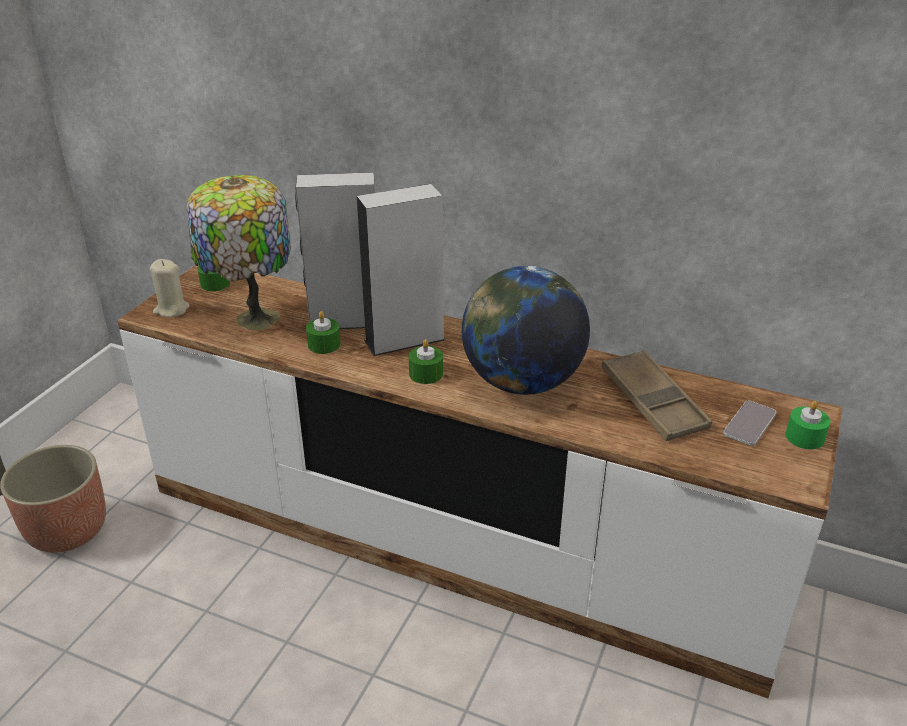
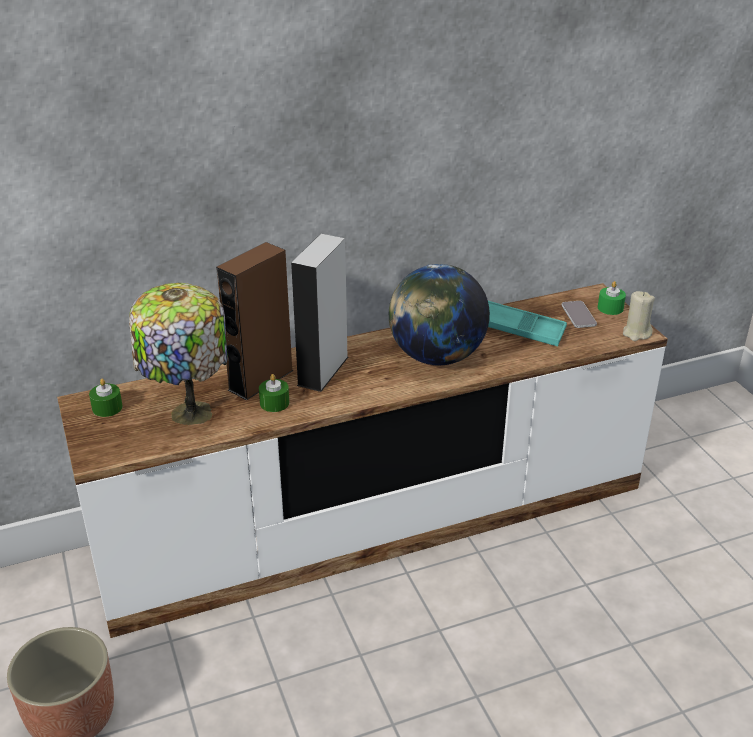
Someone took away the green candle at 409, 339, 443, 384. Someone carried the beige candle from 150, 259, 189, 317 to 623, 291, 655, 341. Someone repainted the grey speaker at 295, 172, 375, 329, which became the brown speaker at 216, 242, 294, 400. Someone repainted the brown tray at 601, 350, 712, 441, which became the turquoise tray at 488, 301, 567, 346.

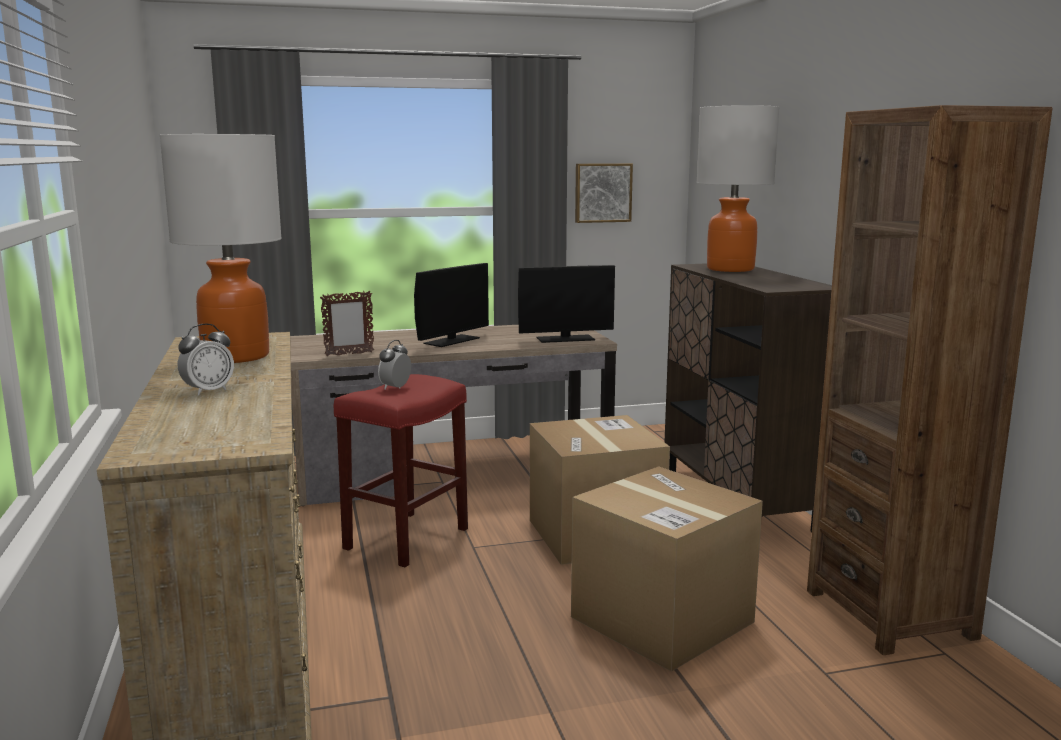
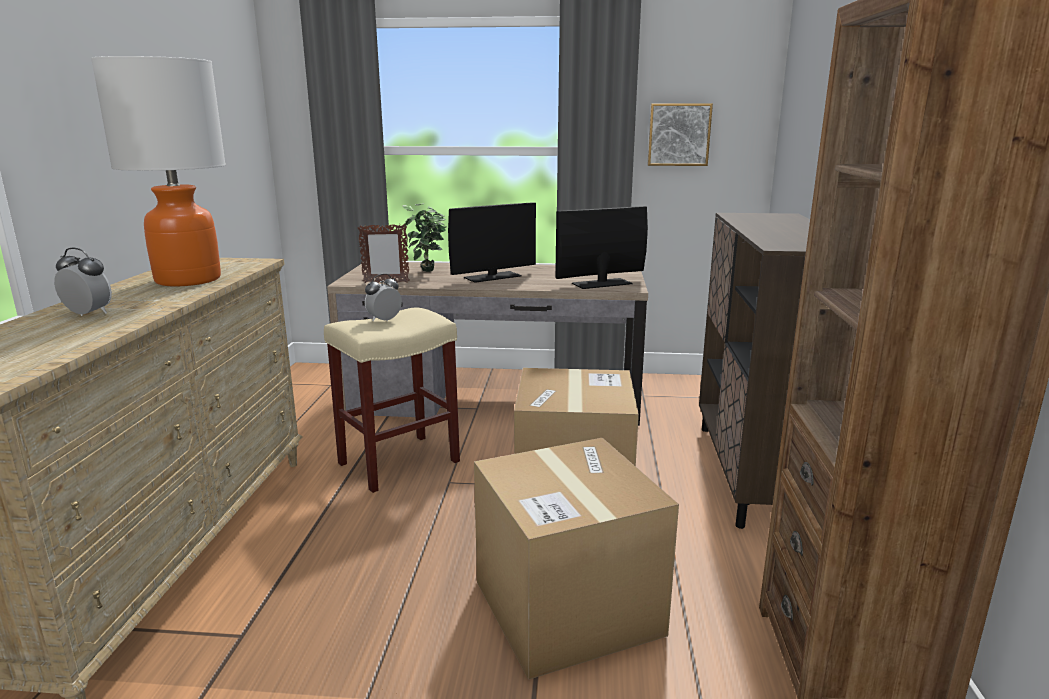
Someone took away the table lamp at 696, 105, 779, 272. Someone put down the potted plant at 403, 203, 446, 272. Someone repainted the red stool at 334, 374, 468, 567, which became the beige stool at 324, 307, 460, 493. Someone rotated the alarm clock at 178, 324, 234, 396 by 135 degrees counterclockwise. Someone rotated the monitor at 518, 265, 615, 343 by 150 degrees clockwise.

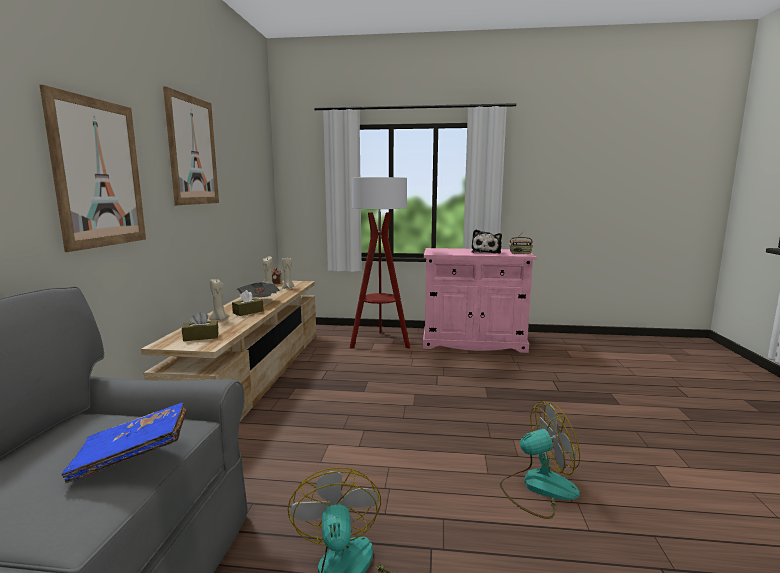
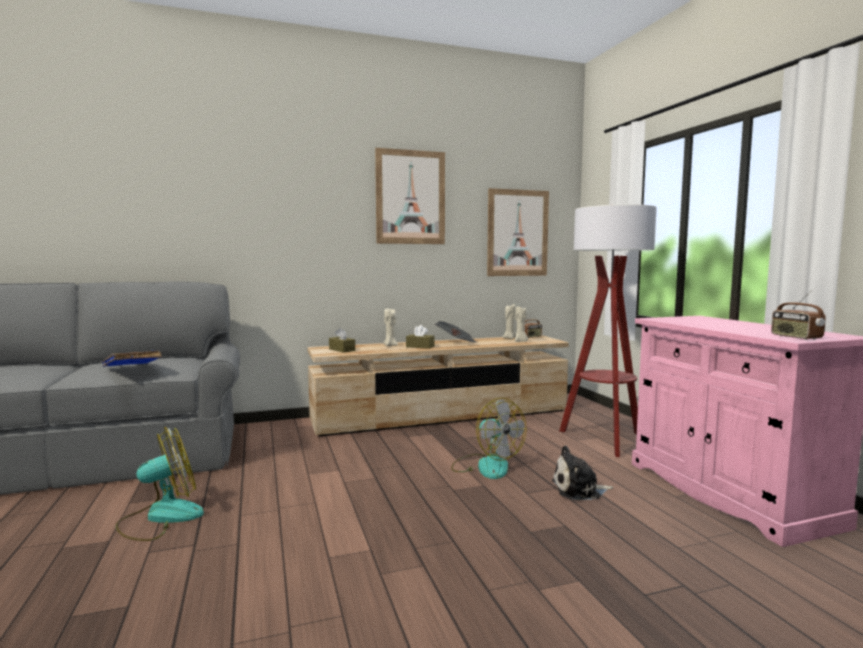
Someone carried the picture from 40, 85, 146, 252 to 487, 188, 549, 276. Someone carried the plush toy from 472, 229, 502, 253 to 552, 445, 613, 500. Someone carried the fan from 500, 401, 580, 519 to 451, 398, 526, 479.

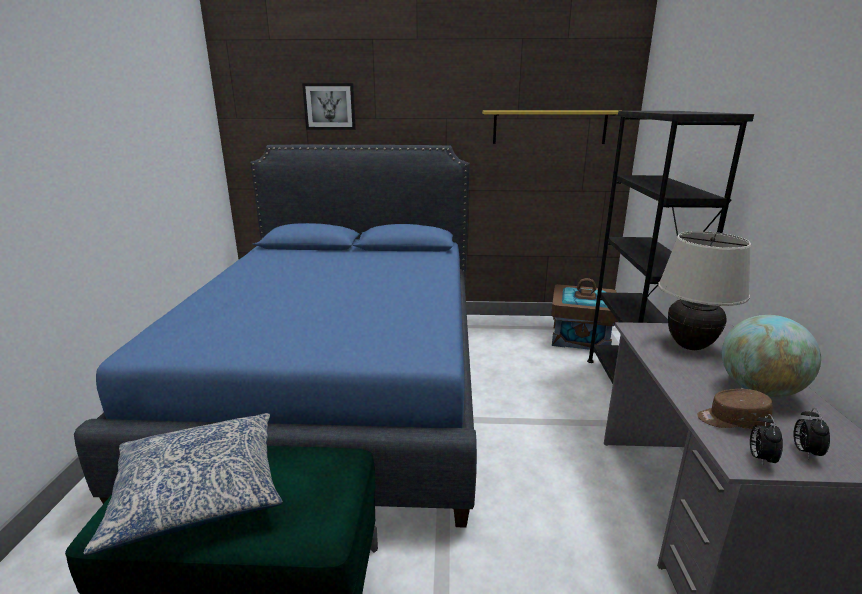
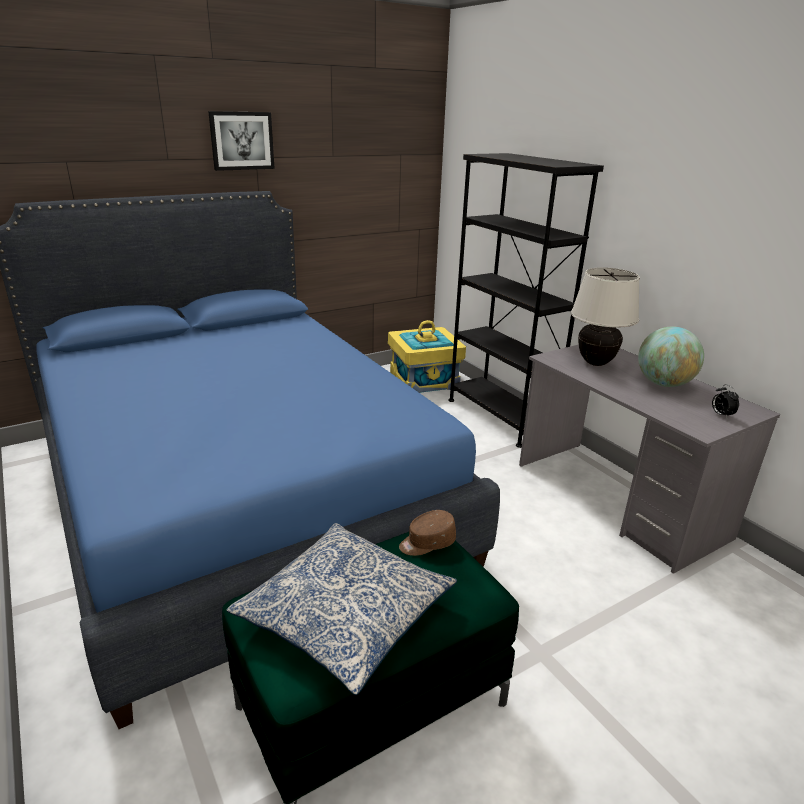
Someone took away the yellow shelf at 482, 110, 618, 144. Someone took away the alarm clock at 750, 414, 783, 467. Someone carried the picture from 302, 83, 356, 130 to 208, 111, 275, 171. Someone carried the brown cap from 697, 389, 773, 429 to 399, 510, 456, 556. Someone repainted the brown storage box at 551, 278, 618, 350, which became the yellow storage box at 388, 320, 466, 393.

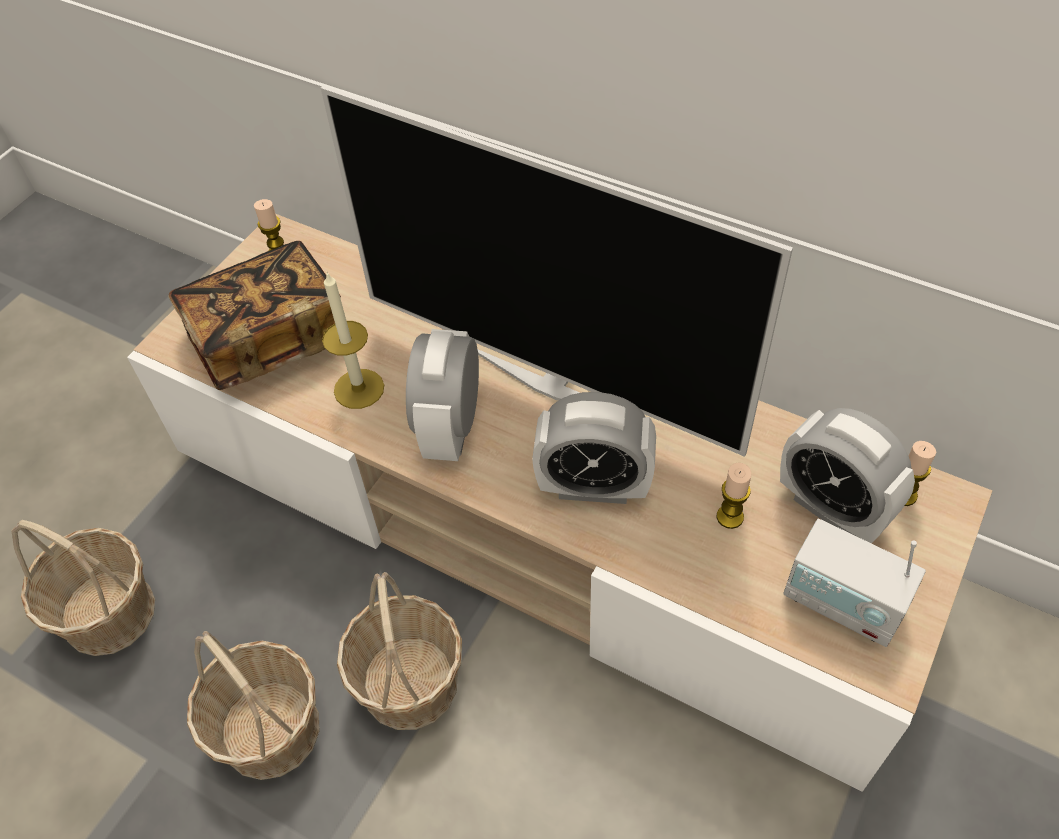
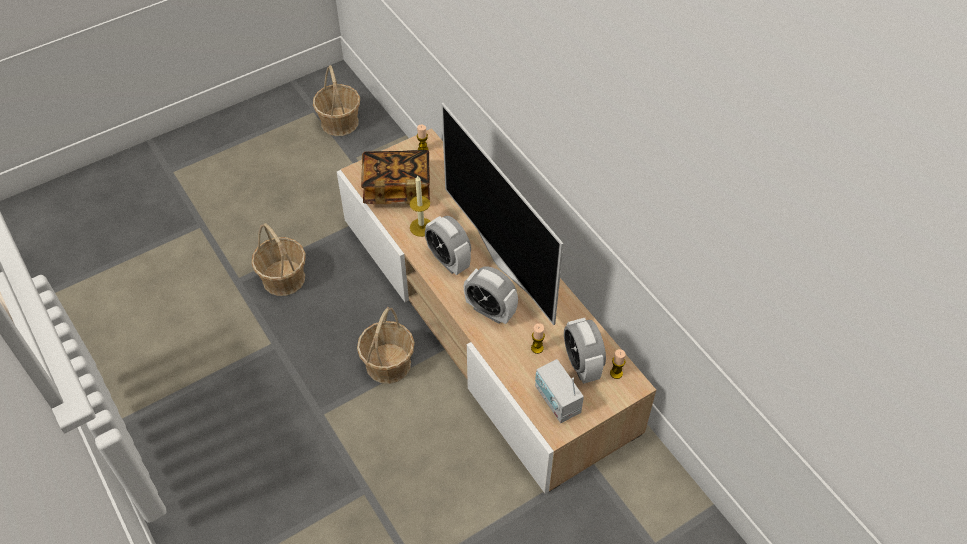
Someone carried the basket from 187, 631, 319, 780 to 313, 65, 360, 136. Someone rotated the alarm clock at 406, 329, 479, 461 by 75 degrees counterclockwise.

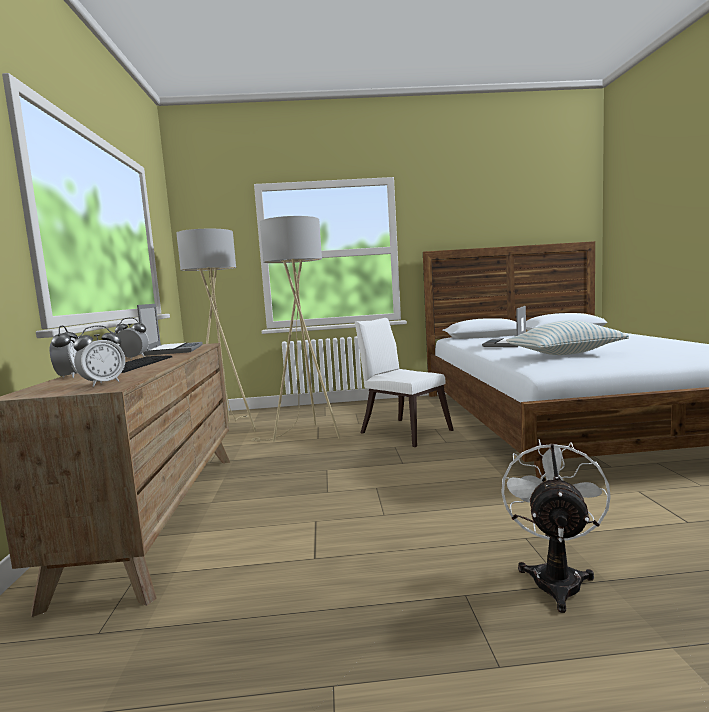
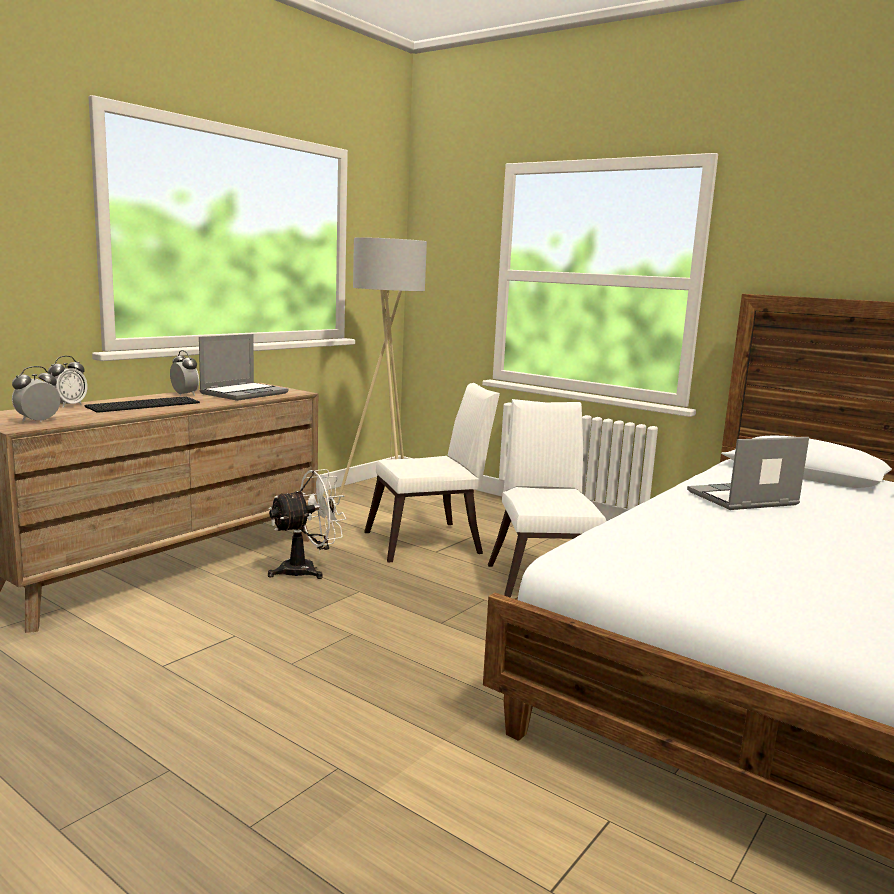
Someone took away the pillow at 506, 320, 629, 355. Someone carried the white fan from 502, 439, 611, 613 to 268, 469, 346, 579. Someone swapped the beige floor lamp at 251, 216, 341, 442 for the white chair at 364, 383, 500, 563. Someone rotated the alarm clock at 73, 326, 125, 387 by 135 degrees clockwise.

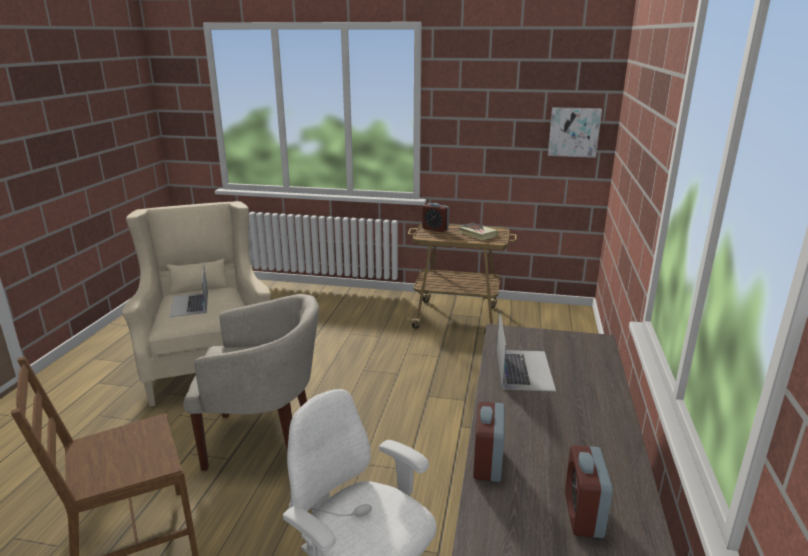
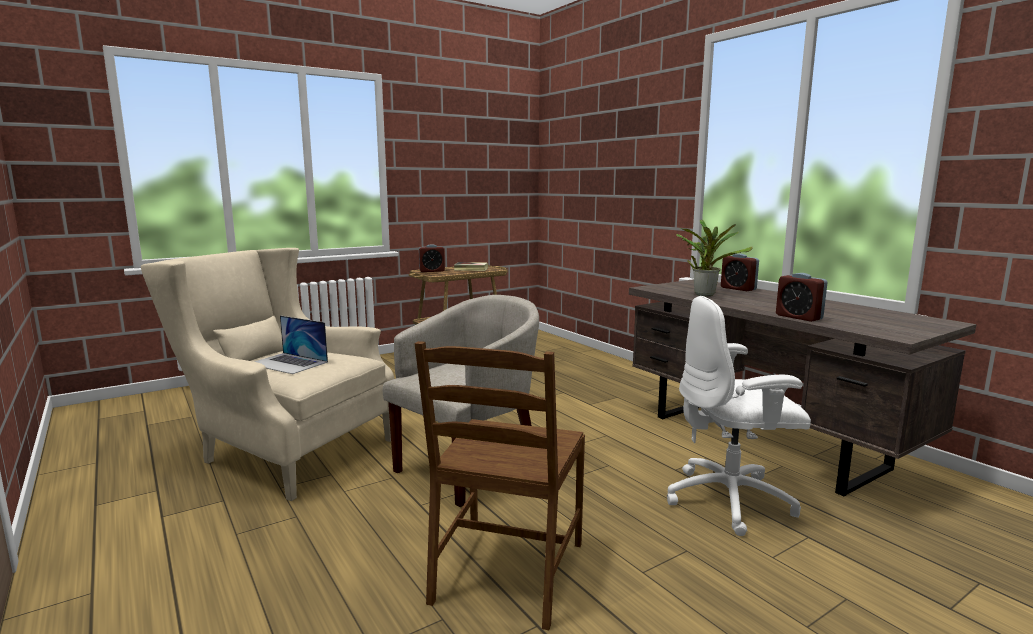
Someone took away the picture at 548, 107, 602, 158. Someone carried the alarm clock from 565, 445, 613, 538 to 721, 254, 759, 291. Someone swapped the laptop at 497, 311, 556, 391 for the potted plant at 676, 220, 753, 296.

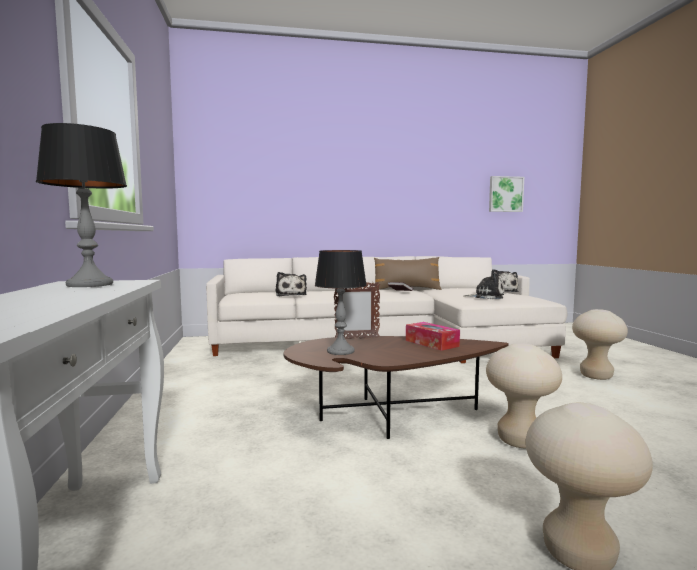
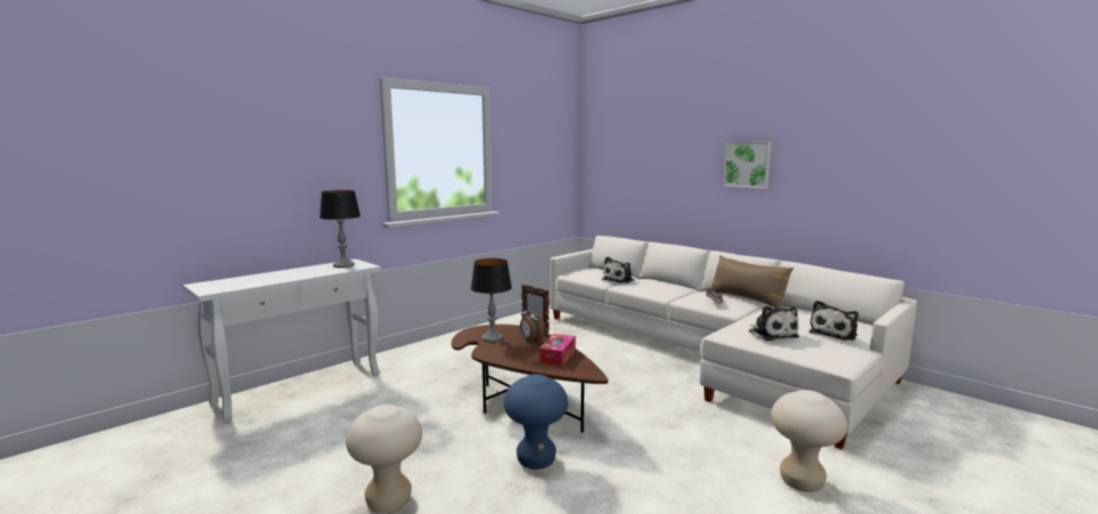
Someone put down the alarm clock at 520, 305, 545, 343. Someone carried the picture from 489, 176, 524, 212 to 723, 142, 772, 189. Someone repainted the beige stool at 486, 343, 562, 449, which became the blue stool at 504, 374, 568, 469.

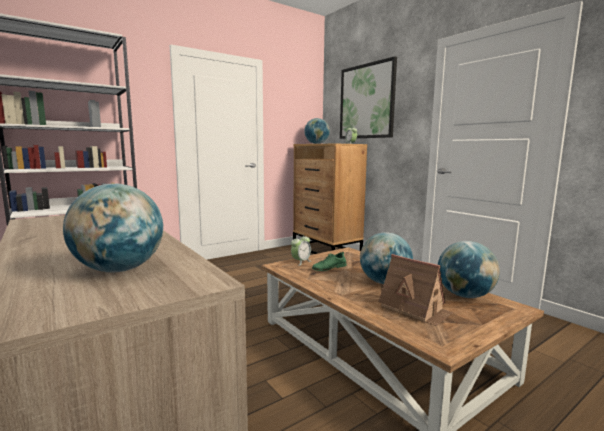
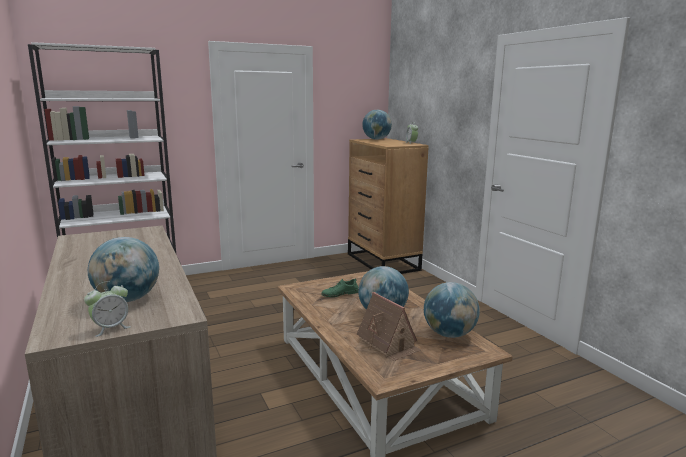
Someone took away the picture at 340, 56, 397, 139. Someone carried the alarm clock from 291, 234, 311, 266 to 84, 281, 131, 337.

